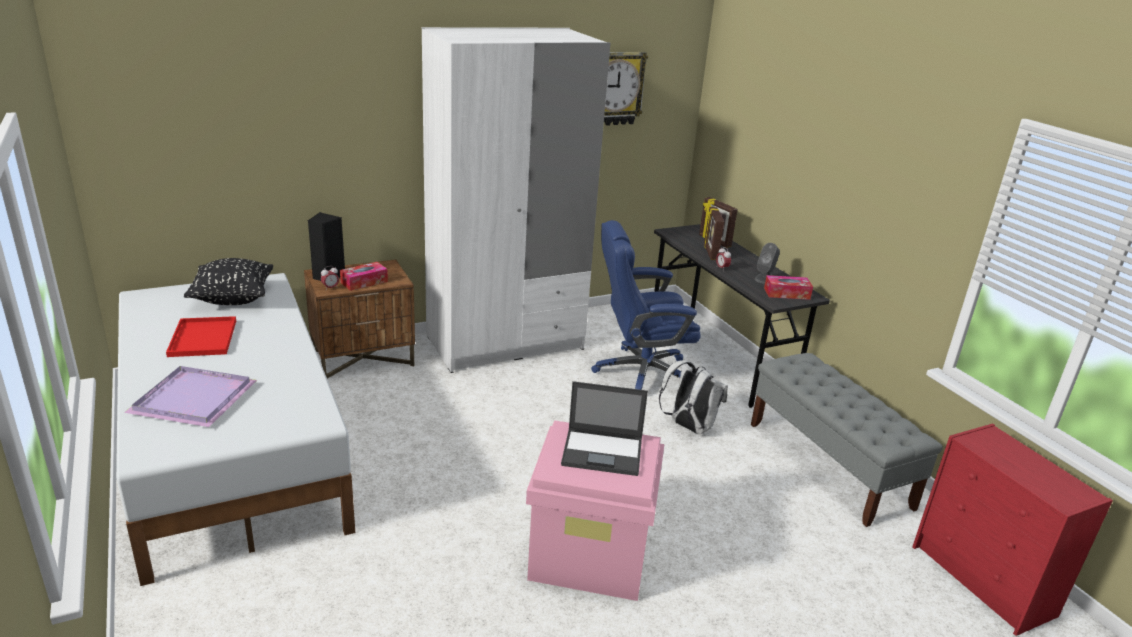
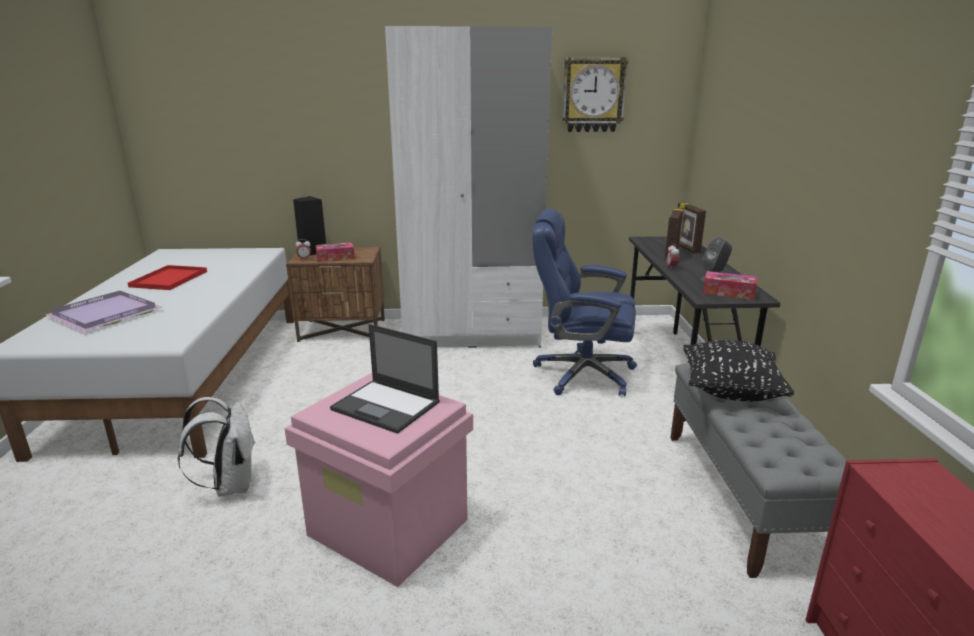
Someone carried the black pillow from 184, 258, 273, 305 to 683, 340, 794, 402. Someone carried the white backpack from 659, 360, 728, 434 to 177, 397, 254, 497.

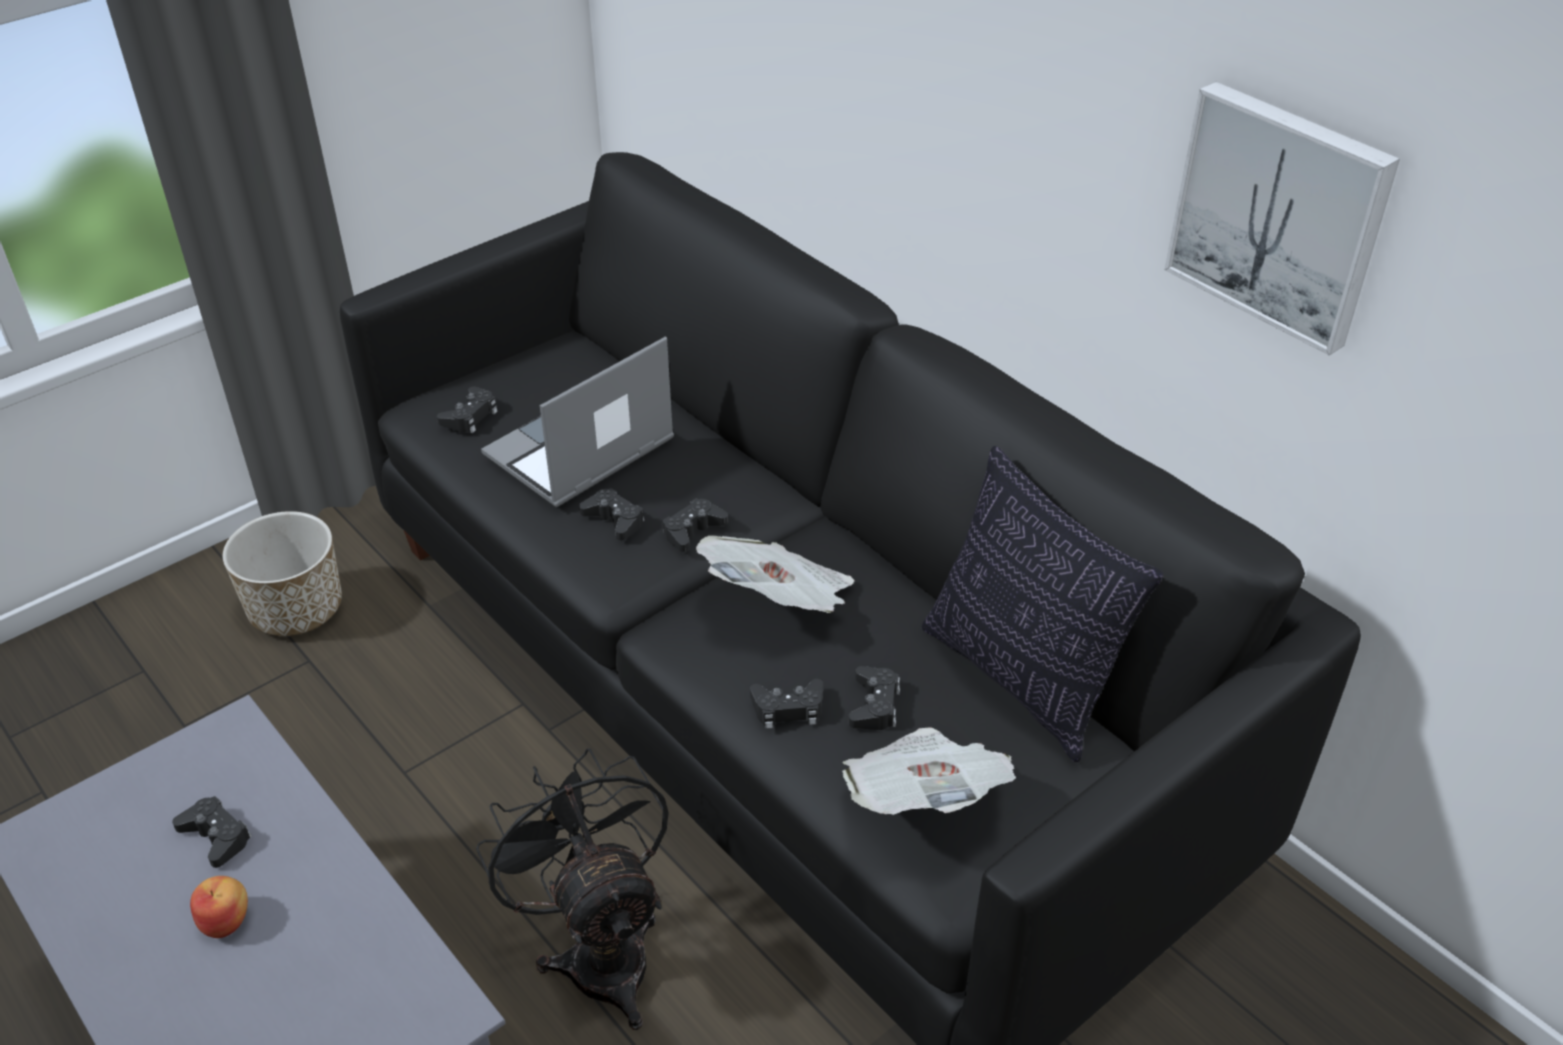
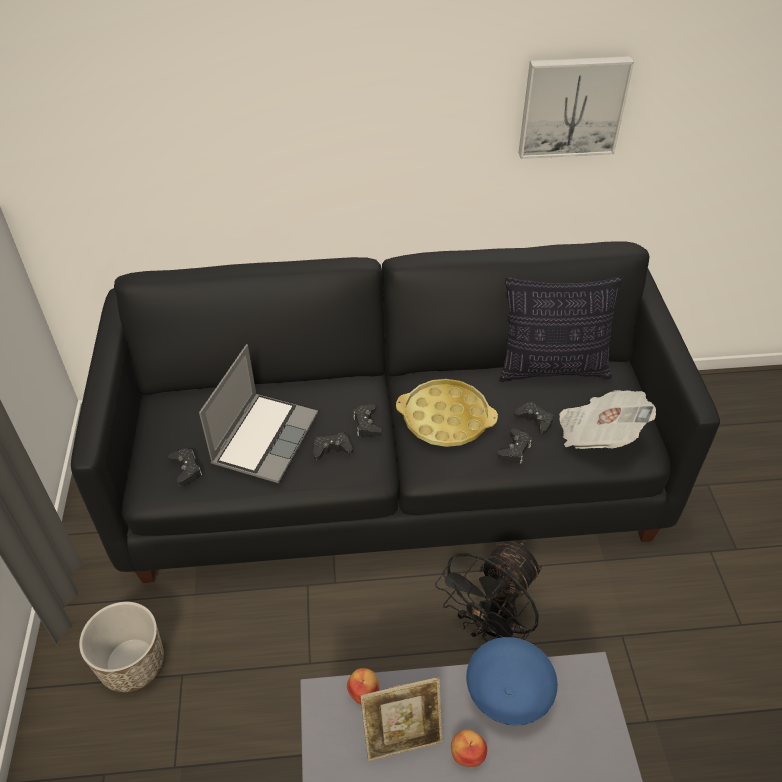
Someone put down the apple at 347, 668, 379, 705. Someone put down the blue bowl at 466, 637, 558, 725. Someone swapped the black game controller at 172, 796, 252, 868 for the picture frame at 360, 677, 443, 761. Someone swapped the newspaper at 696, 536, 855, 613 for the yellow tray at 396, 379, 498, 447. Someone rotated the black fan at 476, 748, 668, 1030 by 60 degrees counterclockwise. Someone rotated the laptop at 481, 337, 674, 507 by 150 degrees counterclockwise.

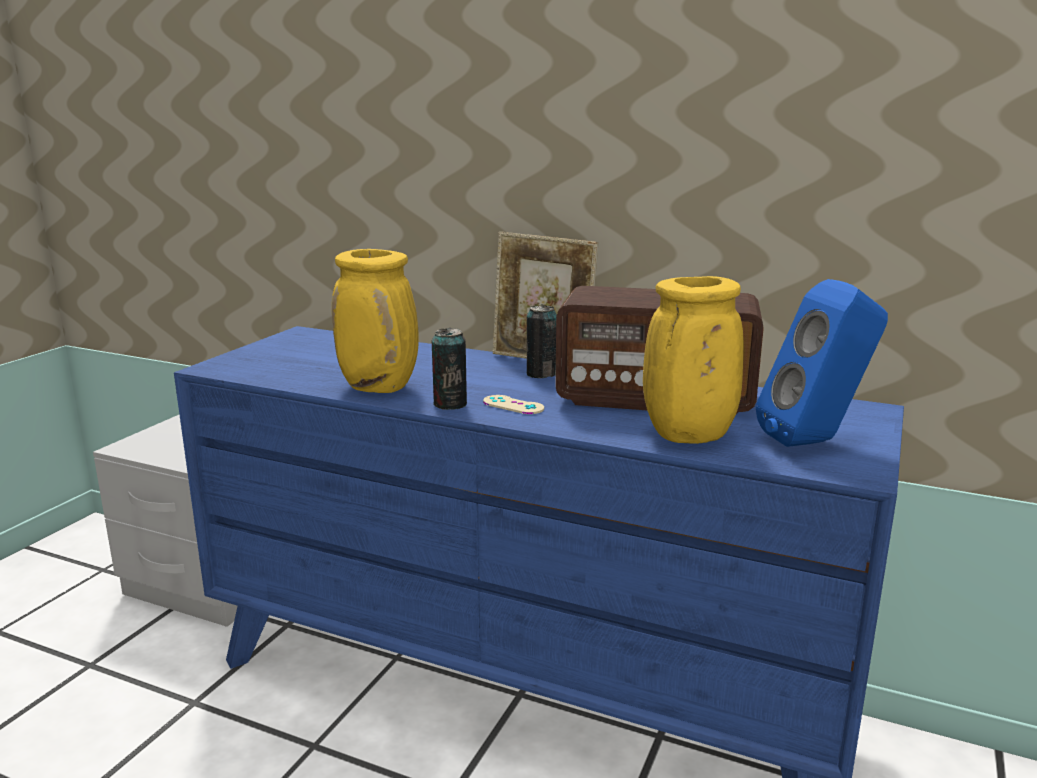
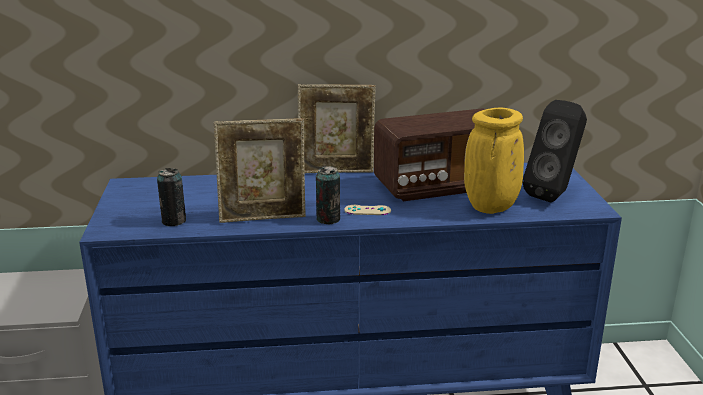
Someone carried the can from 527, 305, 557, 378 to 157, 168, 186, 227. Someone swapped the yellow vase at 332, 249, 419, 393 for the picture frame at 214, 118, 306, 223. Someone repainted the blue speaker at 756, 279, 888, 447, which became the black speaker at 522, 100, 587, 203.

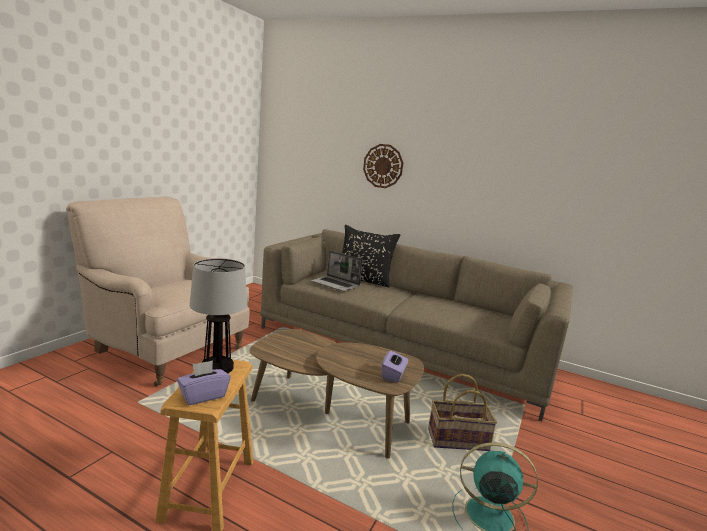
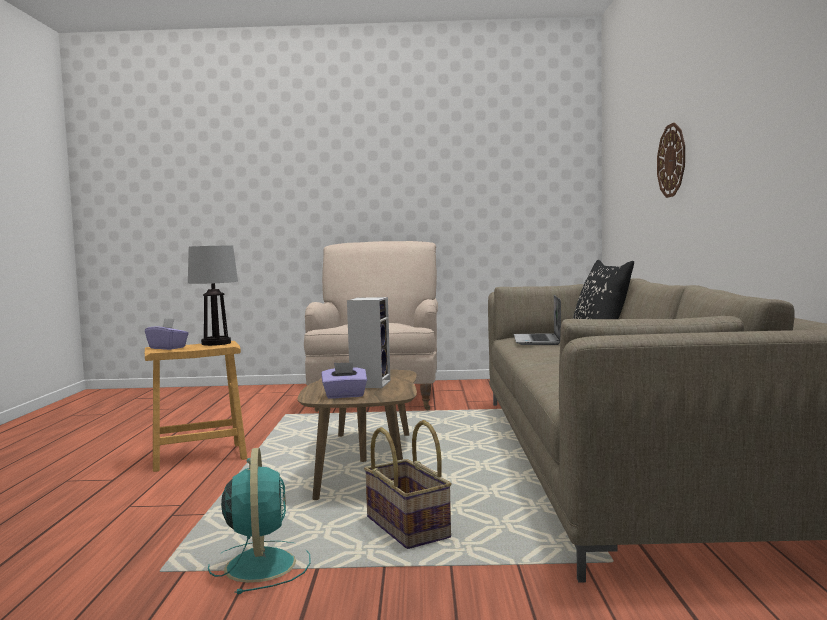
Someone put down the speaker at 347, 297, 390, 388.

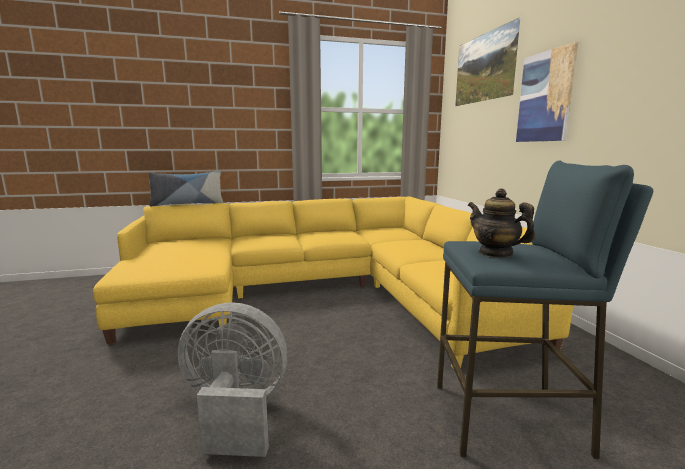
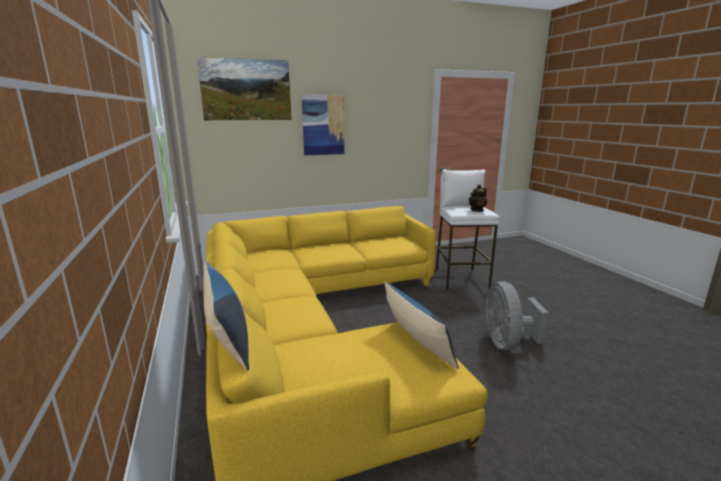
Someone put down the pillow at 384, 282, 459, 369. Someone repainted the blue stool at 437, 160, 653, 459, which became the white stool at 436, 169, 500, 291.

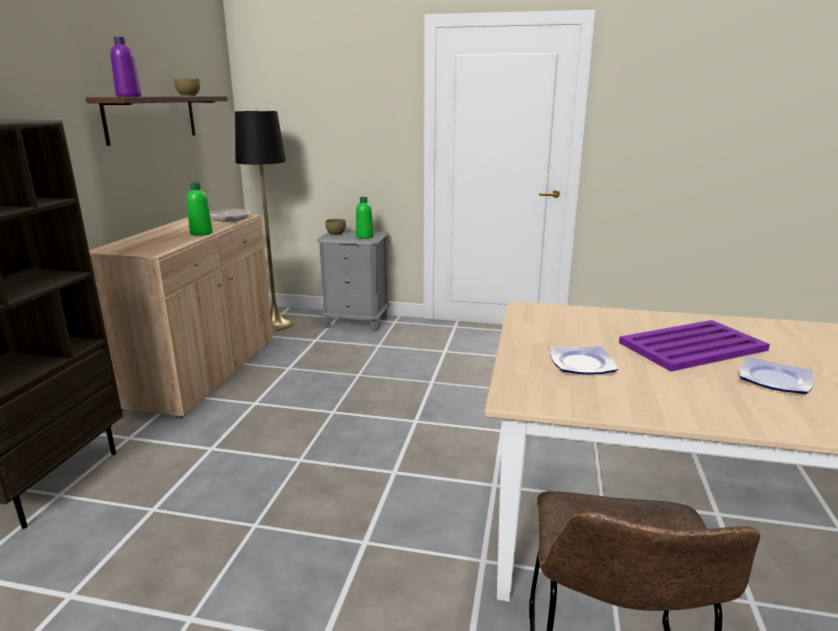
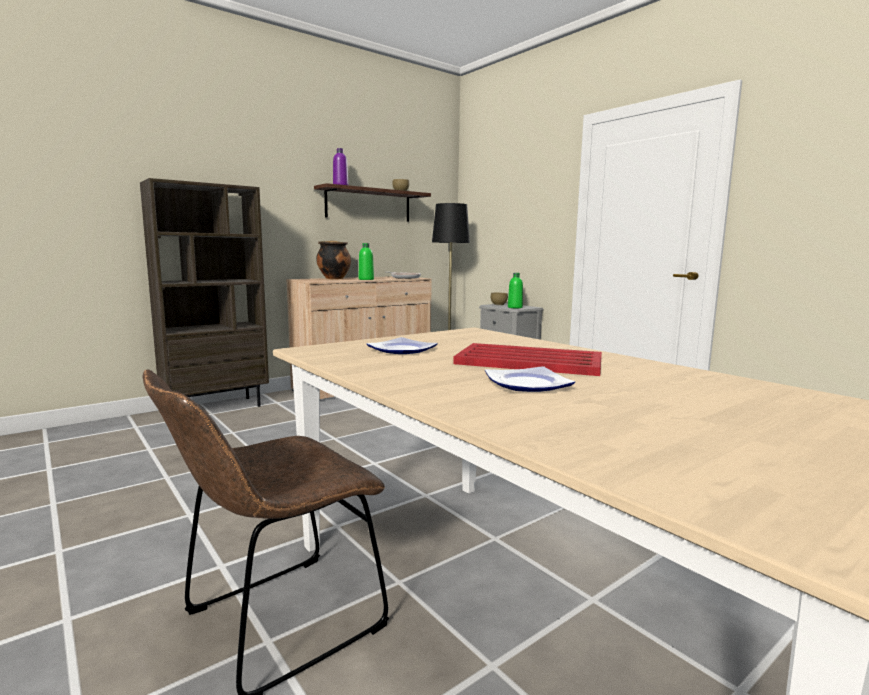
Someone put down the cooking pot at 316, 241, 351, 279. Someone repainted the purple tray at 619, 320, 770, 371, which became the red tray at 453, 343, 602, 376.

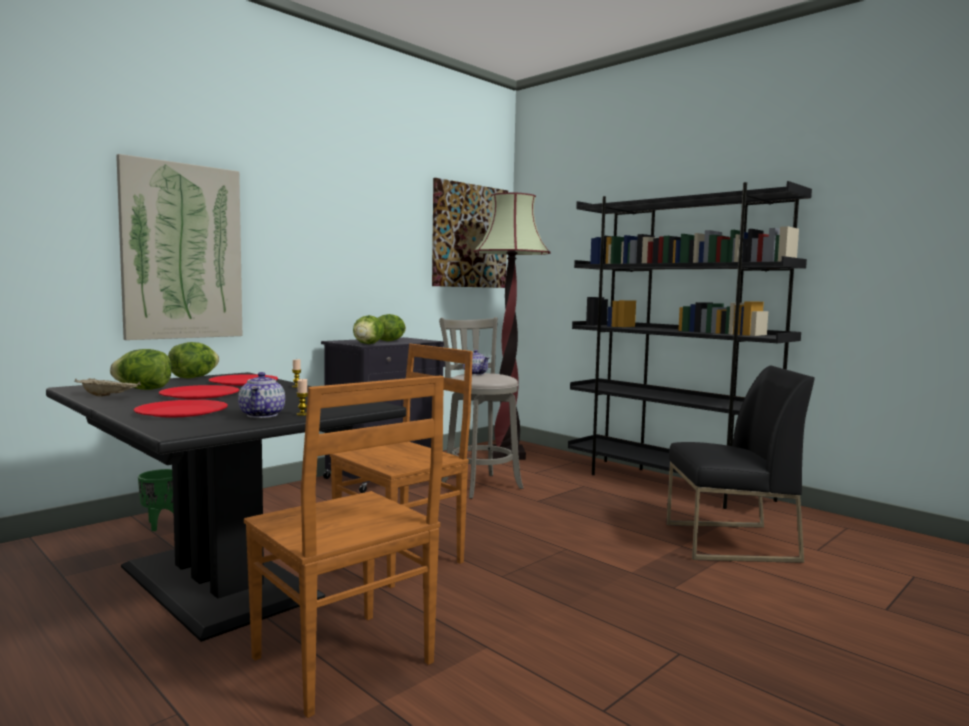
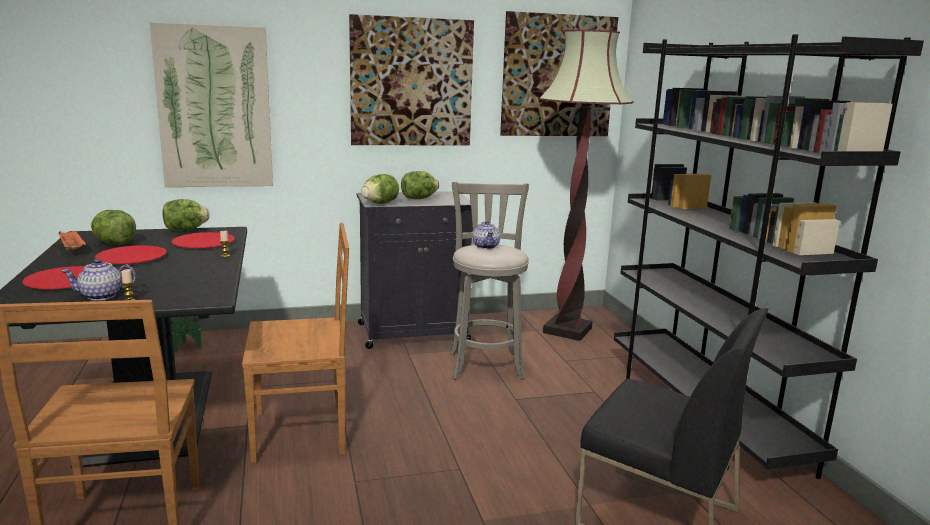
Someone put up the picture at 349, 14, 474, 145. Someone repainted the beige tray at 74, 378, 141, 397, which became the orange tray at 59, 231, 86, 250. Someone rotated the teapot at 238, 372, 285, 418 by 45 degrees clockwise.

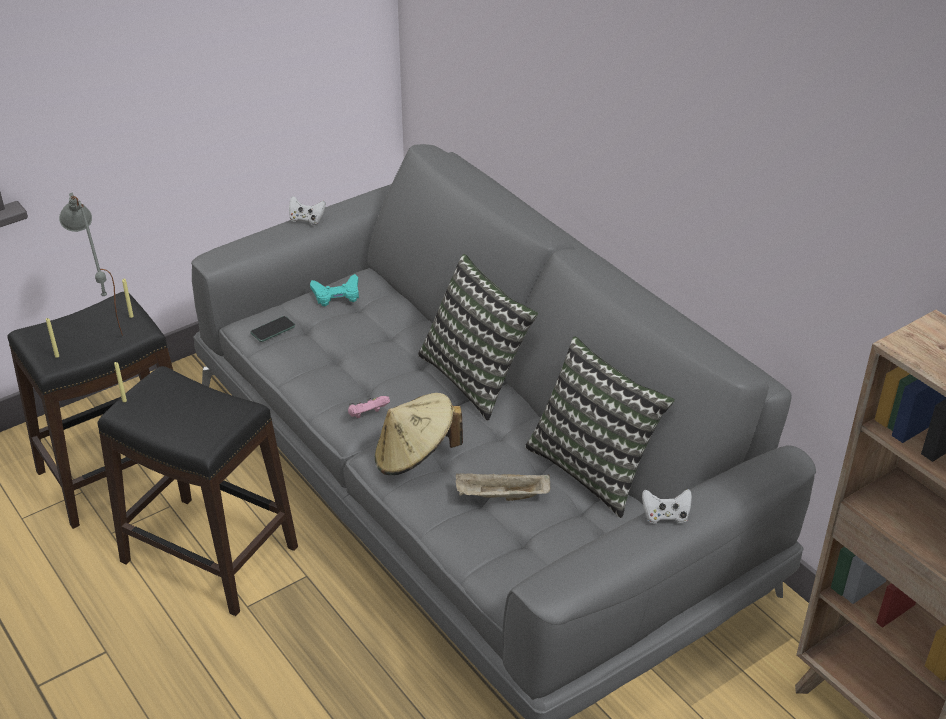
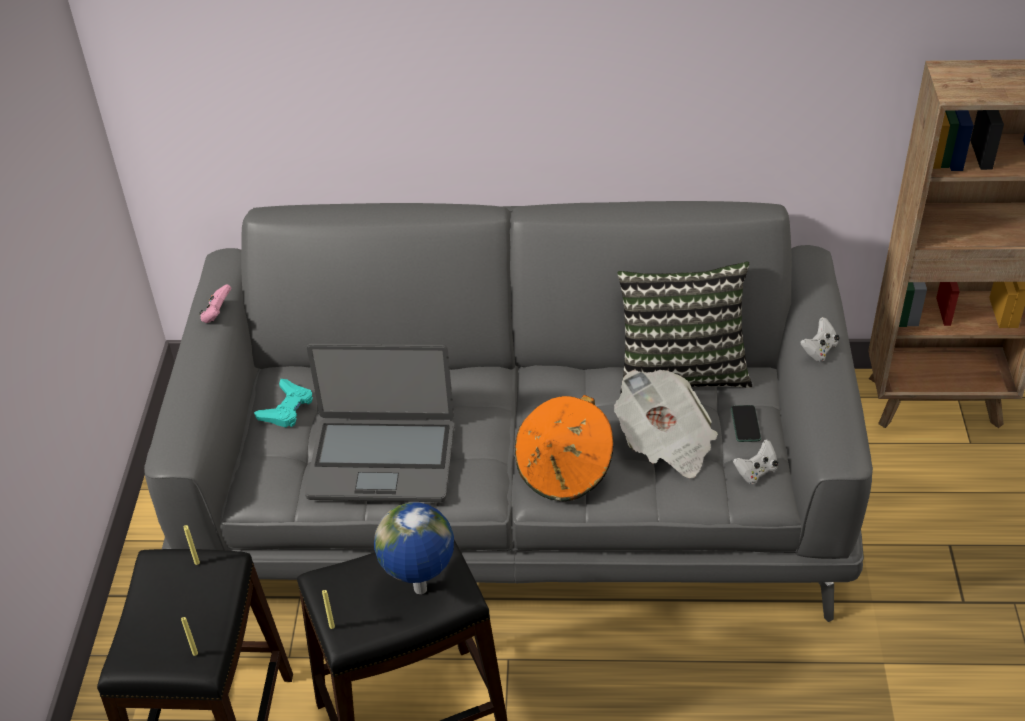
Someone took away the grey table lamp at 59, 192, 123, 336. Someone took away the pillow at 418, 254, 538, 421. Someone put down the laptop at 305, 343, 454, 502. Someone put down the globe at 374, 502, 454, 594. Someone carried the phone from 250, 316, 295, 342 to 731, 405, 761, 442. Someone carried the white game controller from 289, 196, 326, 225 to 733, 439, 778, 484. Someone carried the pink game controller from 348, 396, 390, 418 to 199, 284, 232, 323. Someone swapped the beige tray at 456, 473, 551, 501 for the newspaper at 614, 370, 718, 478. Someone repainted the beige hat at 375, 393, 463, 475, which became the orange hat at 515, 395, 614, 502.

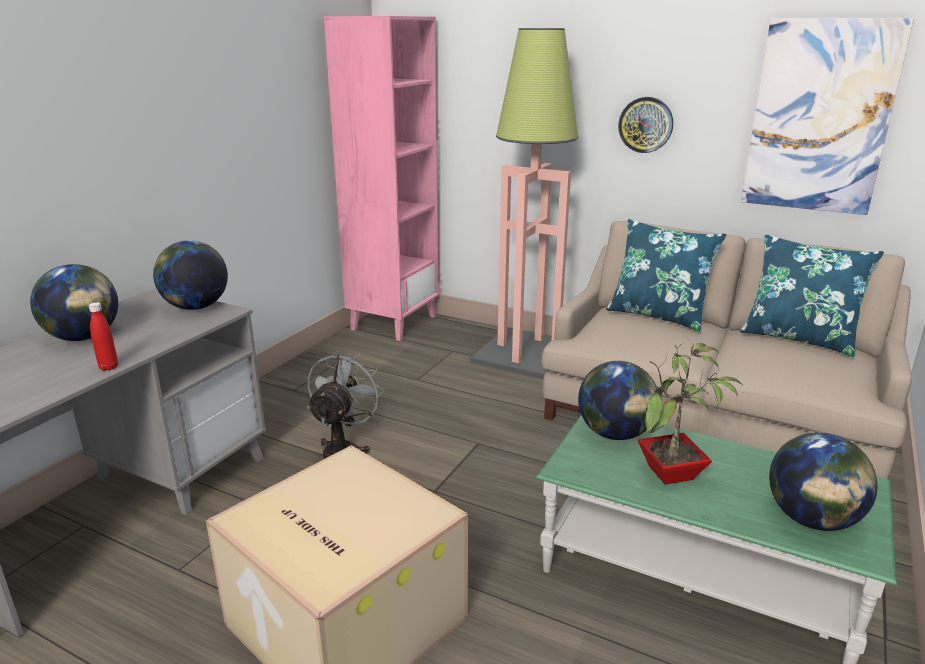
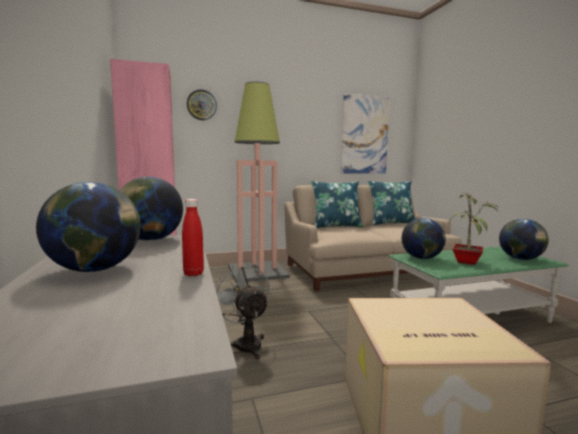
Someone carried the wall clock from 618, 97, 673, 153 to 187, 90, 217, 120.

